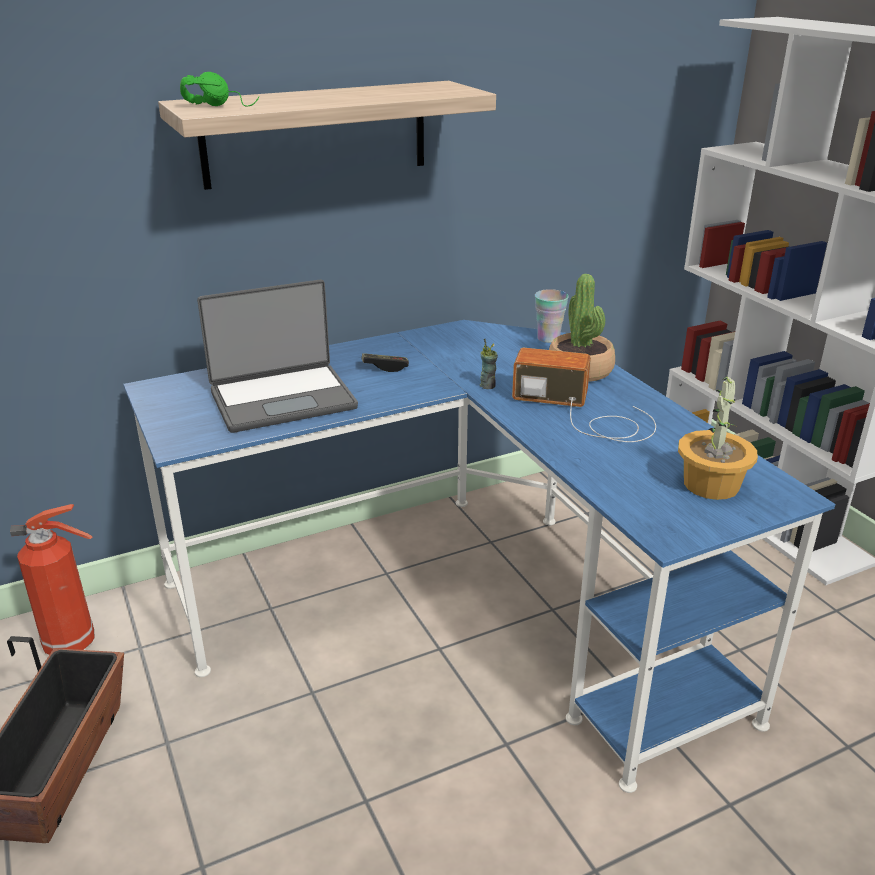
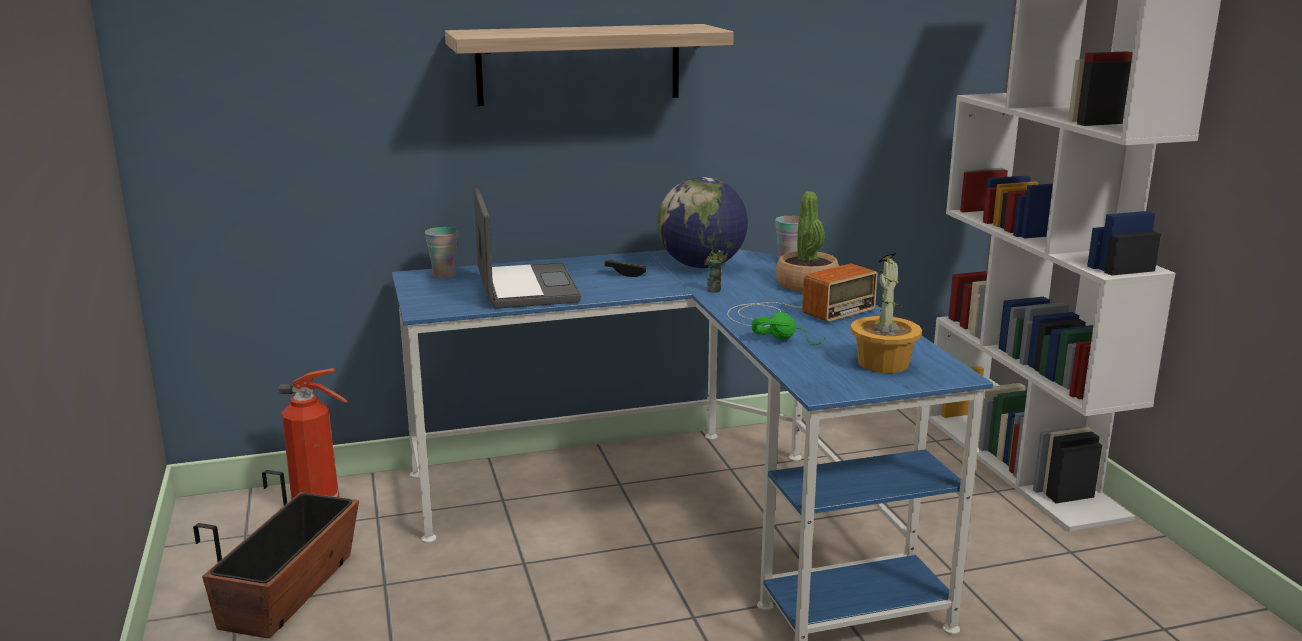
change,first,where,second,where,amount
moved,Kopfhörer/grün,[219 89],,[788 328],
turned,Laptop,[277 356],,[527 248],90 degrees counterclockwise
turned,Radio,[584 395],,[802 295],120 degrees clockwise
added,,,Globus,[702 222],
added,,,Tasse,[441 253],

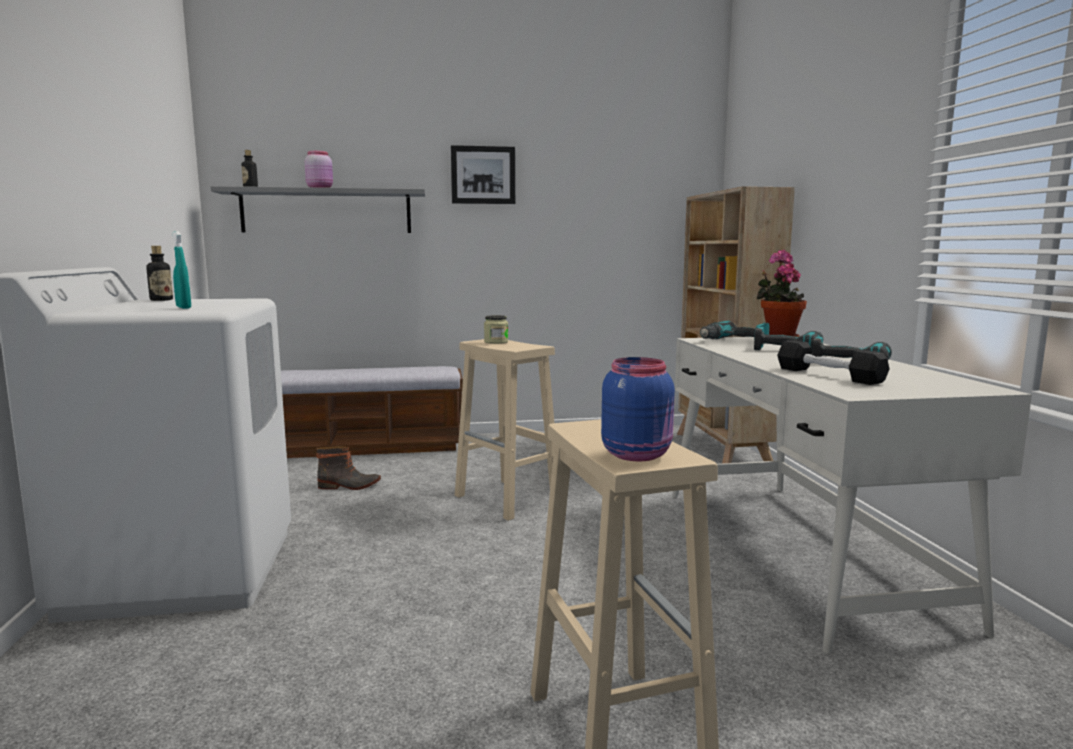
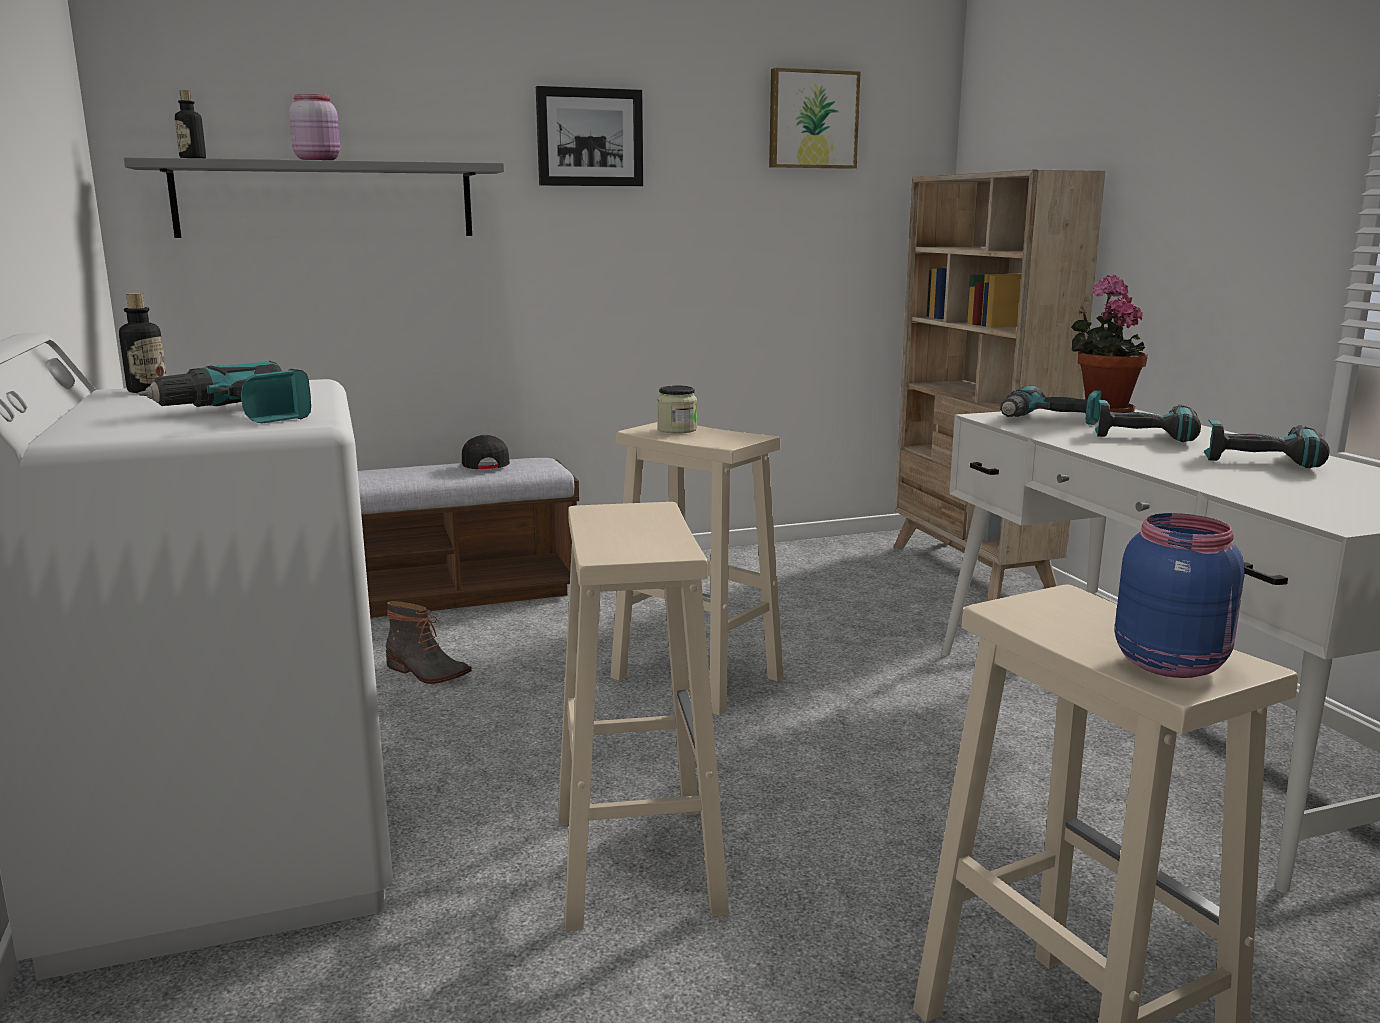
change,first,where,second,where,amount
replaced,Sprühflasche/türkis,[181 270],Bohrmaschine,[224 392],
removed,Hantel/schwarz,[833 362],,,
turned,Stiefel,[348 468],,[429 642],45 degrees clockwise
added,,,Bild,[815 118],
added,,,Kappe/schwarz,[486 452],
added,,,Hocker/beige,[643 716],

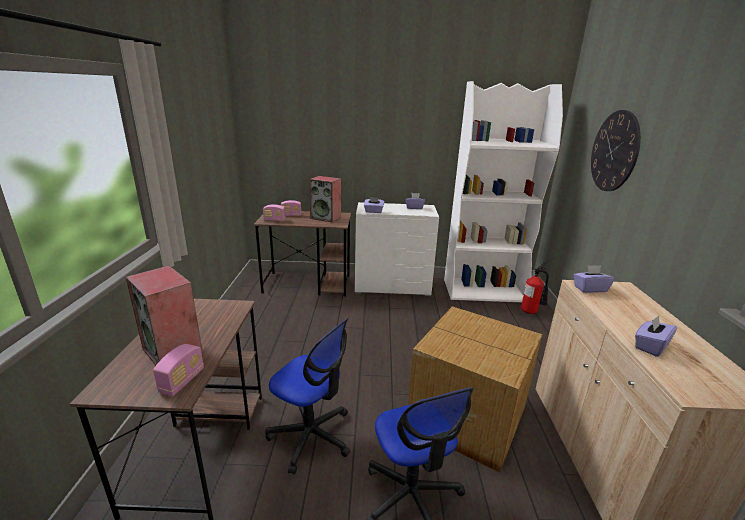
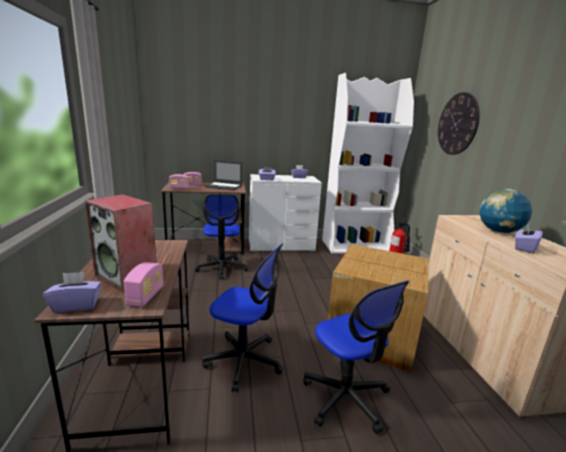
change,first,where,second,where,amount
replaced,Lautsprecher,[325 199],Laptop,[223 175],
moved,Taschentuchbox/lila,[594 279],,[72 292],
added,,,Globus,[505 211],
added,,,Bürostuhl,[221 236],

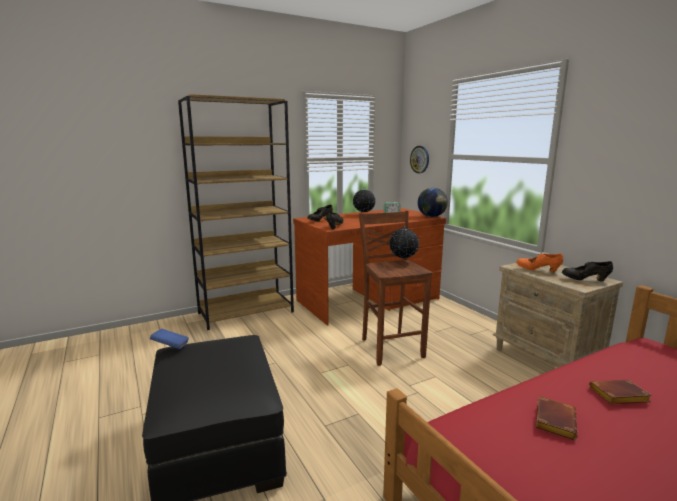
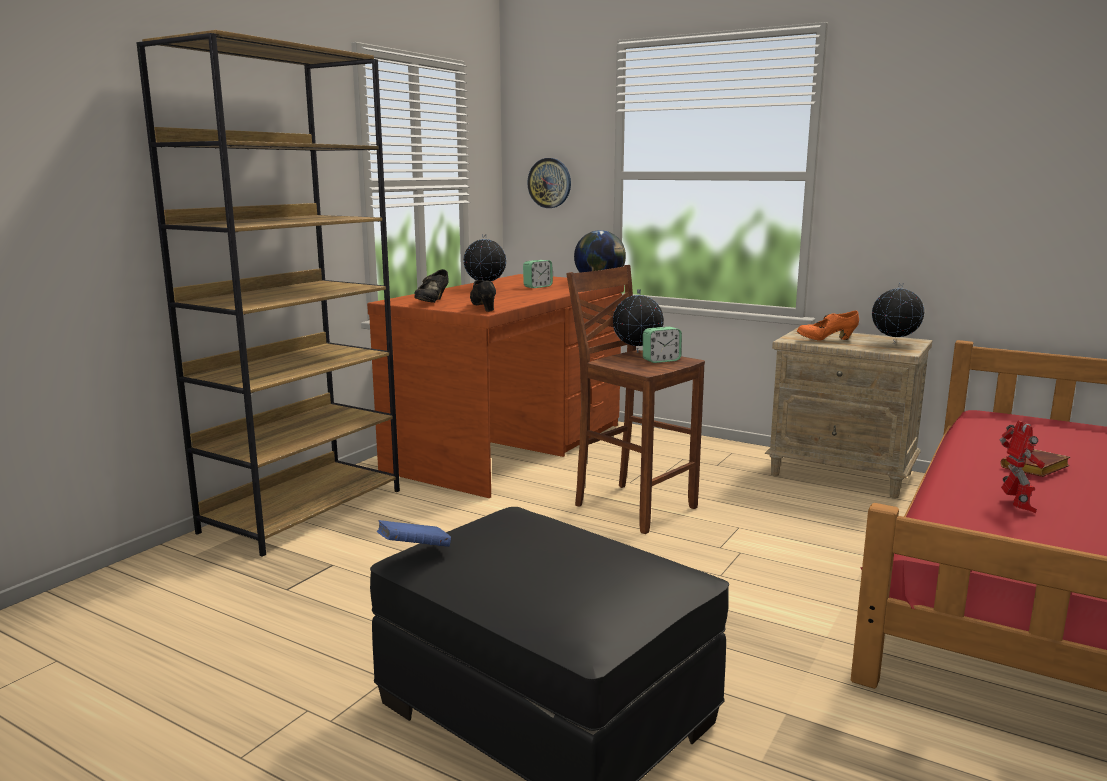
change,first,where,second,where,amount
replaced,Schuh/schwarz,[587 271],Globus,[898 313],
replaced,Buch/braun,[556 418],Spielzeugroboter,[1022 466],
added,,,Wecker,[662 345],

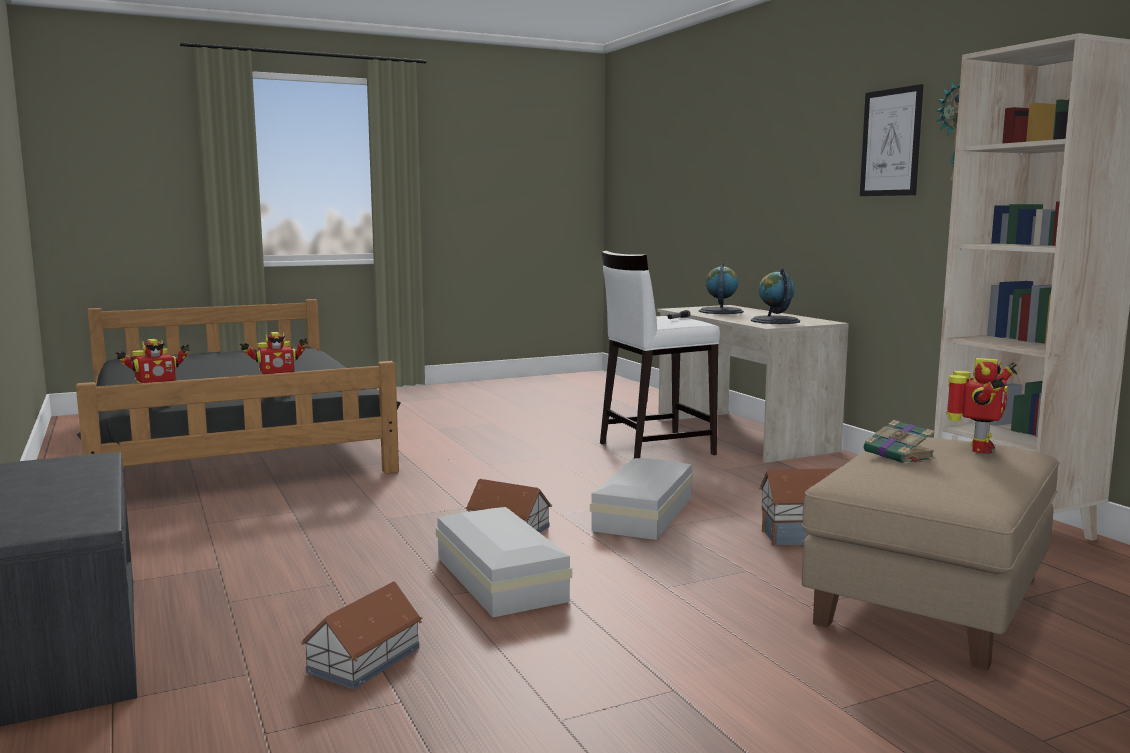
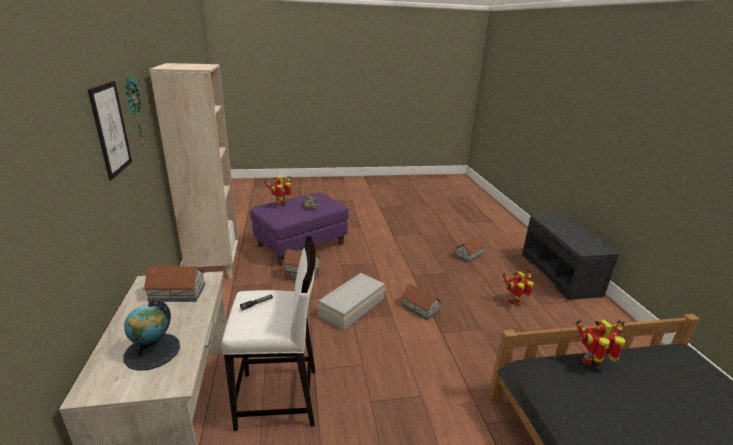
change,first,where,second,where,amount
replaced,Globus,[775 296],Spielzeughaus,[174 284],
moved,Spielzeugroboter,[153 373],,[518 287],
recoloured,Polsterhocker/beige,[930 554],Polsterhocker/lila,[299 229],
removed,Aufbewahrungsbox/weiß,[504 562],,,

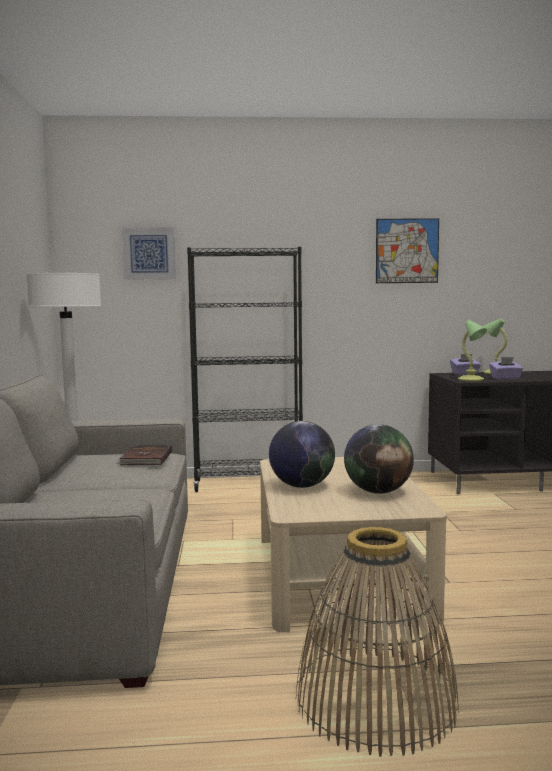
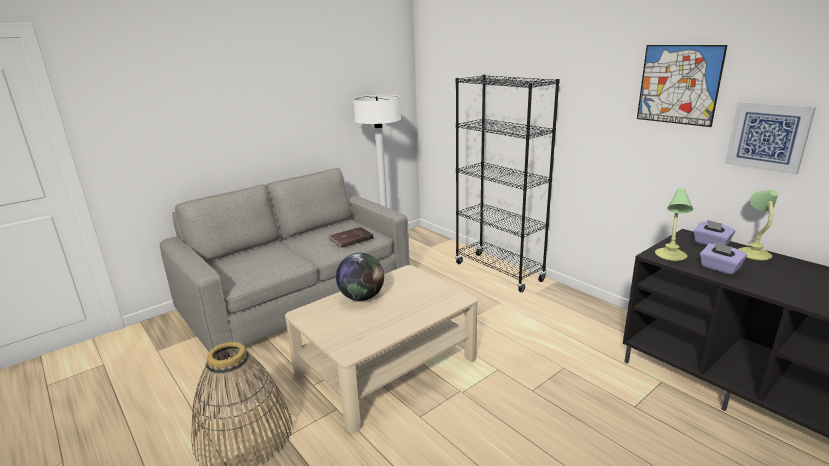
change,first,where,second,where,amount
moved,Bild,[148 254],,[770 138],
removed,Globus,[379 459],,,

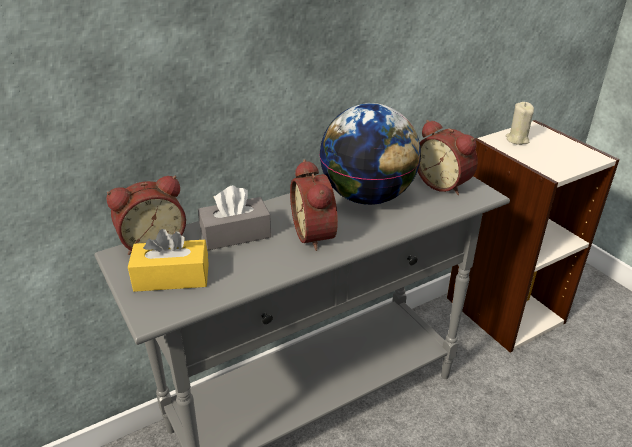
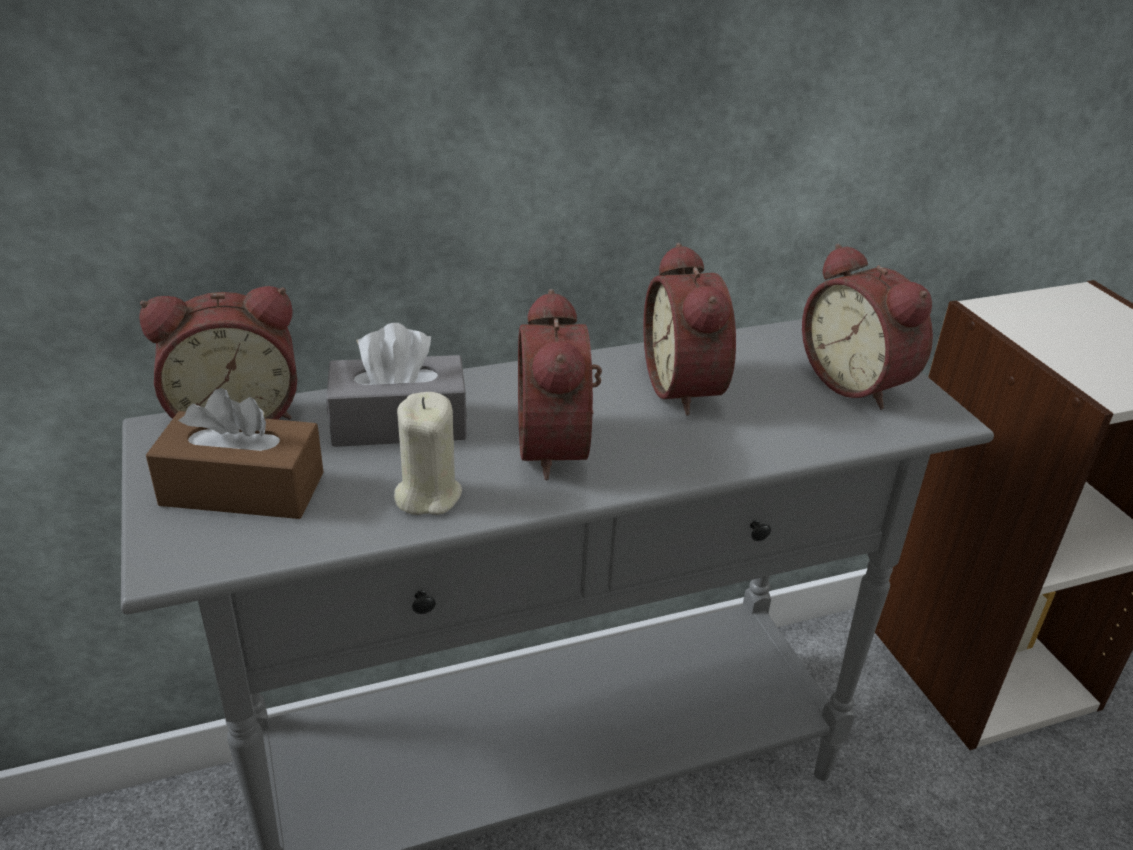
change,first,where,second,where,amount
moved,Kerze/beige,[519 123],,[428 453],
replaced,Globus,[370 154],Wecker,[689 329],
recoloured,Taschentuchbox/gelb,[168 260],Taschentuchbox/braun,[235 453],

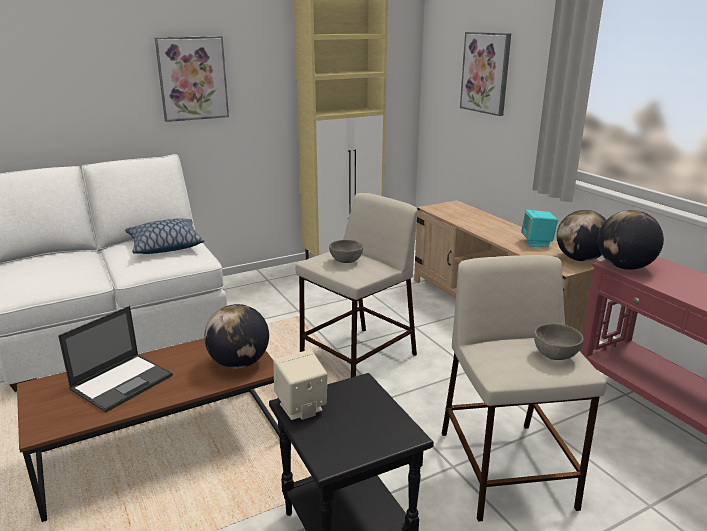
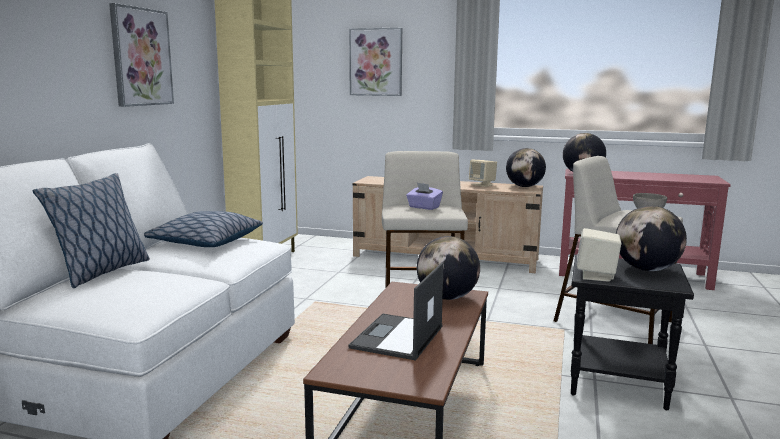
change,first,where,second,where,amount
recoloured,Lautsprecher/türkis,[539 228],Lautsprecher/beige,[483 173],
replaced,Schüssel/grau,[346 251],Taschentuchbox/lila,[424 196],
turned,Laptop,[115 359],,[396 311],150 degrees counterclockwise
added,,,Kissen,[91 230],
added,,,Globus,[651 238],

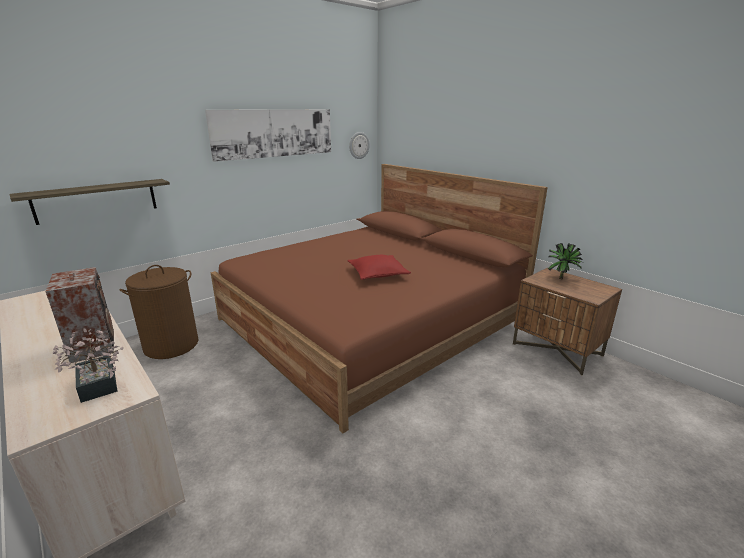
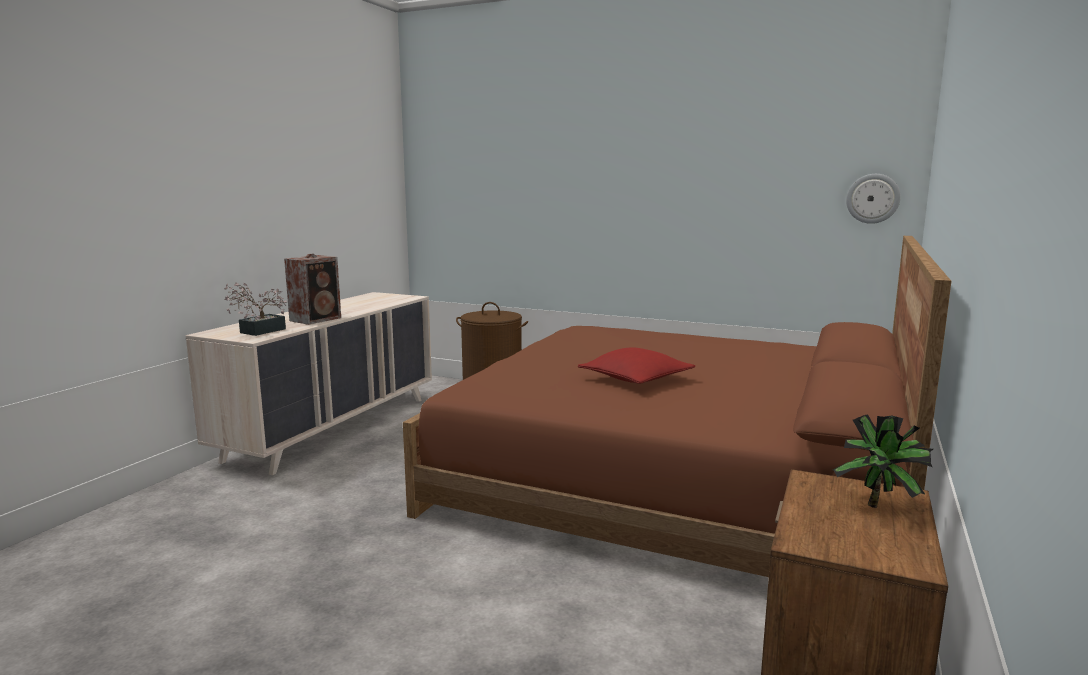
change,first,where,second,where,amount
removed,Bild,[268 135],,,
removed,Wandregal,[89 202],,,

